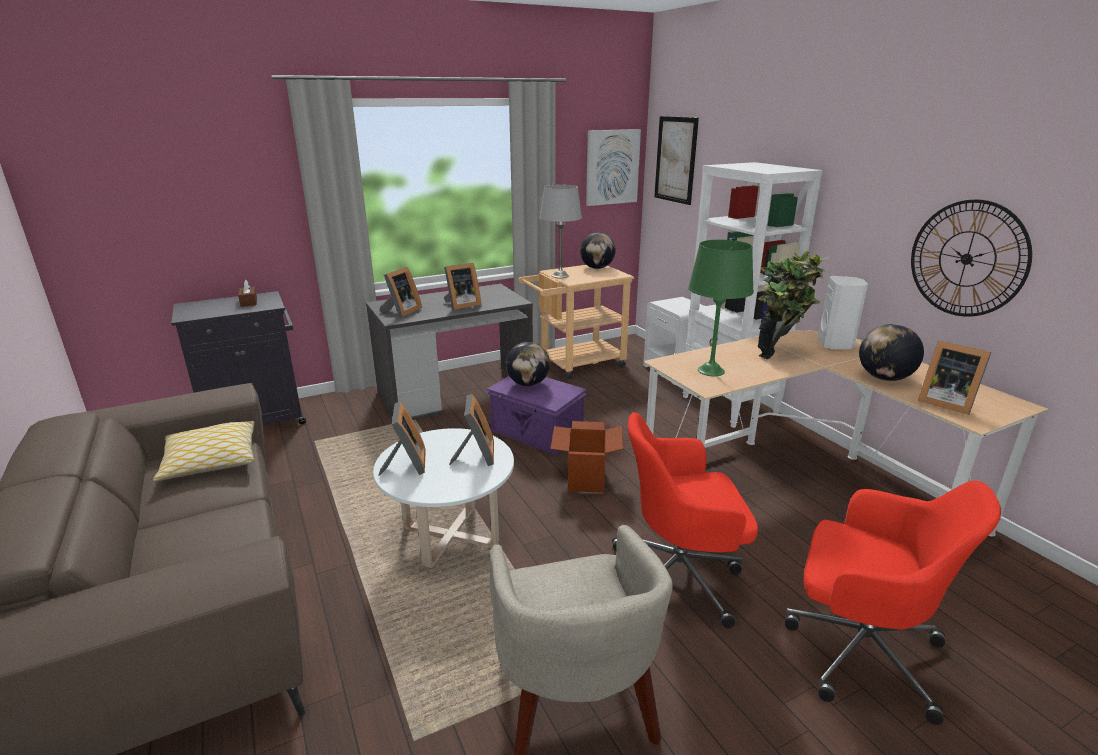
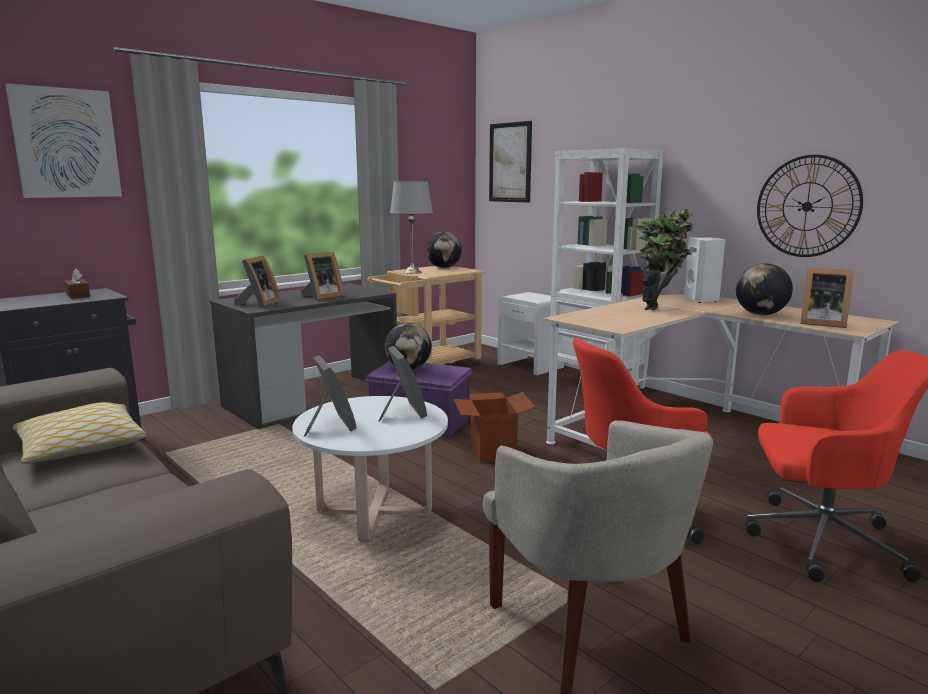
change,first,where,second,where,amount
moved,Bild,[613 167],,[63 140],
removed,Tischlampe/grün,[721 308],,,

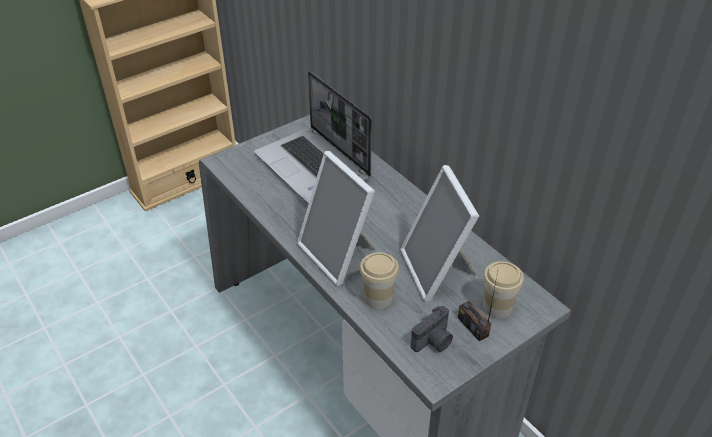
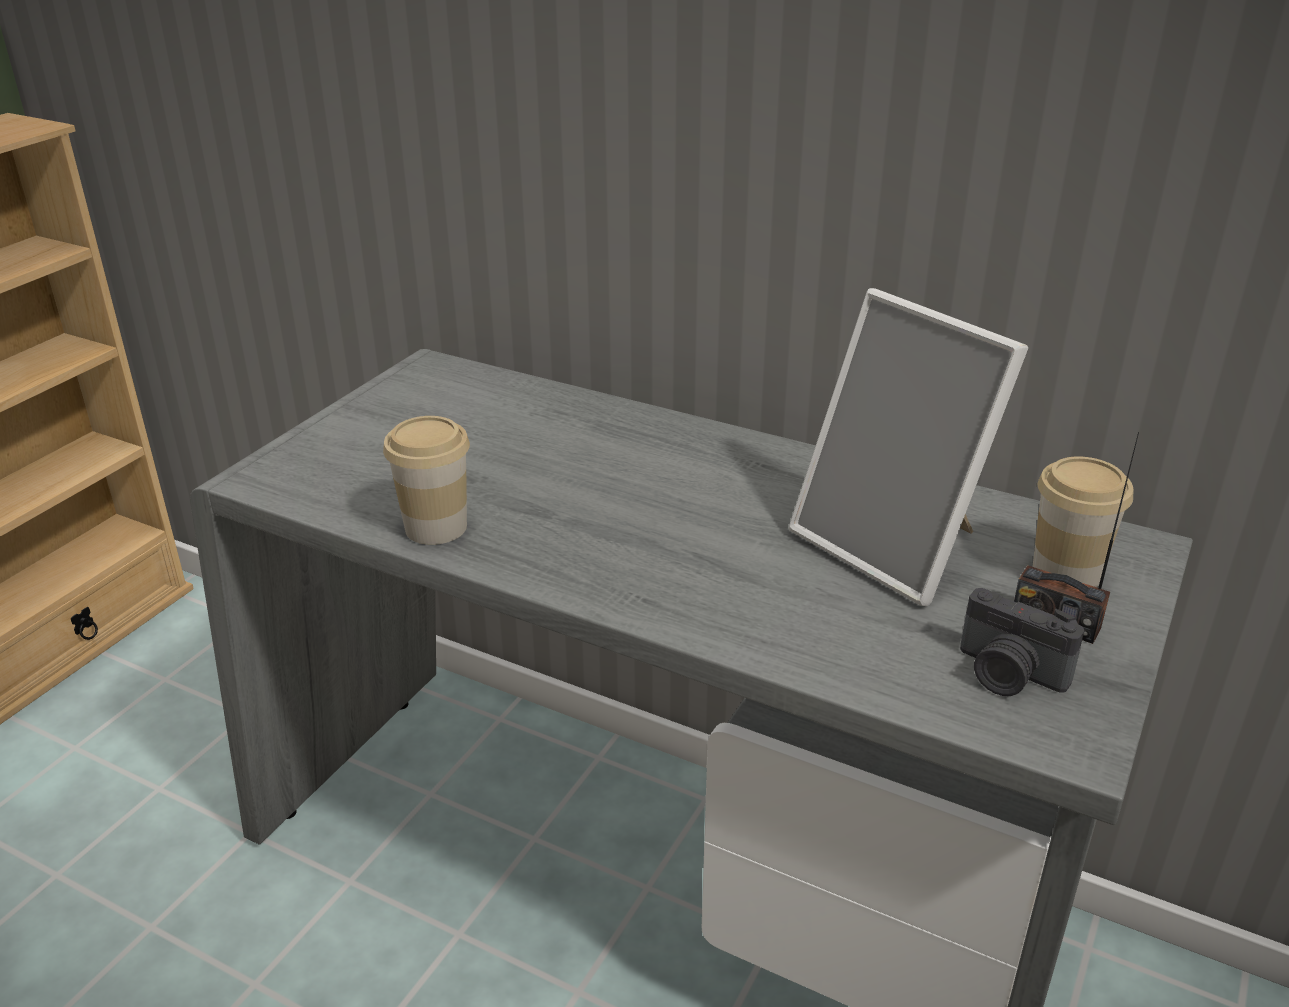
change,first,where,second,where,amount
removed,Laptop,[313 137],,,
removed,Bilderrahmen,[336 218],,,
moved,Tasse,[379 280],,[426 480],
turned,Kamera,[432 329],,[1022 642],105 degrees clockwise

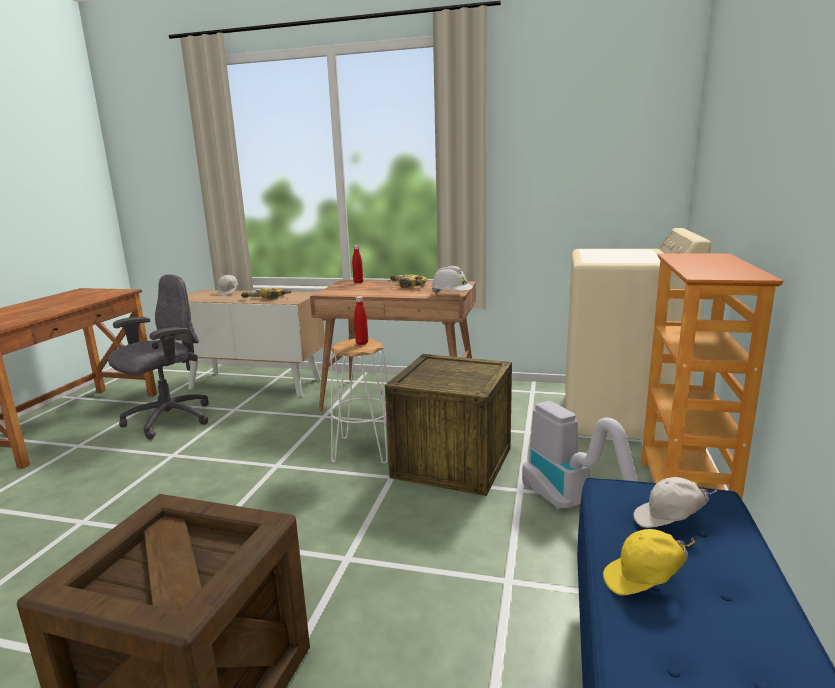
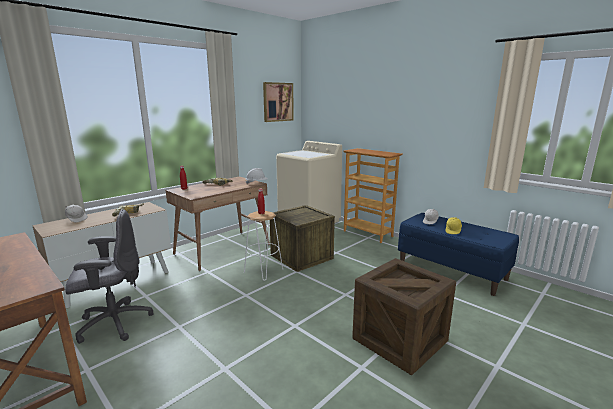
change,first,where,second,where,amount
turned,Bürostuhl/grau,[158 356],,[109 276],90 degrees clockwise
removed,Staubsauger,[580 455],,,
added,,,Bild,[278 102],

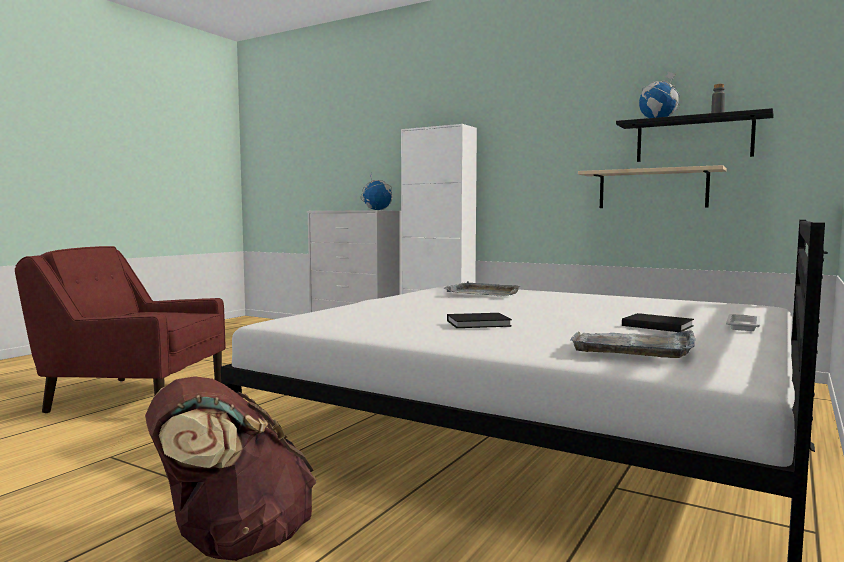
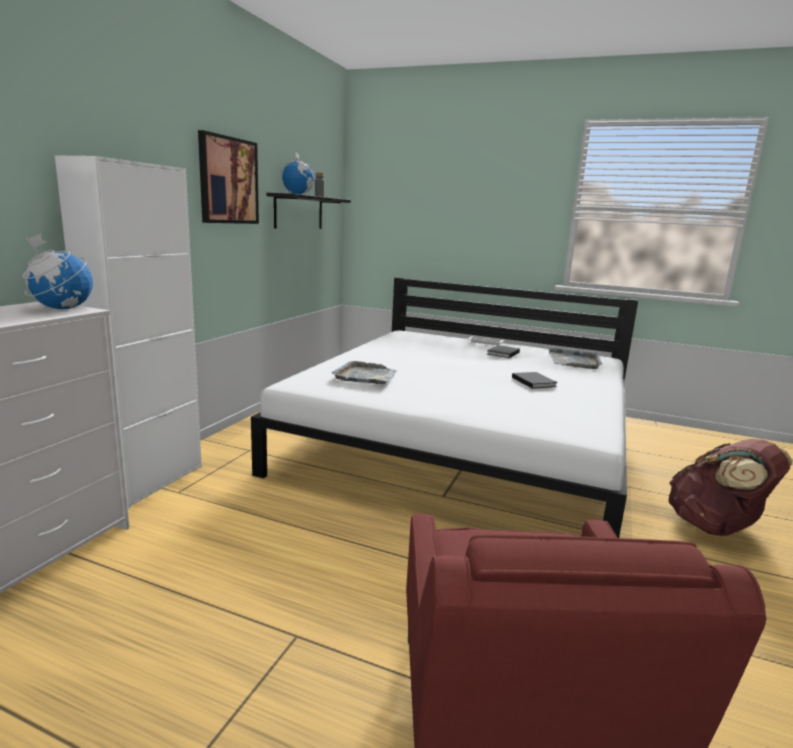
change,first,where,second,where,amount
removed,Wandregal/beige,[652 186],,,
added,,,Bild,[228 177],

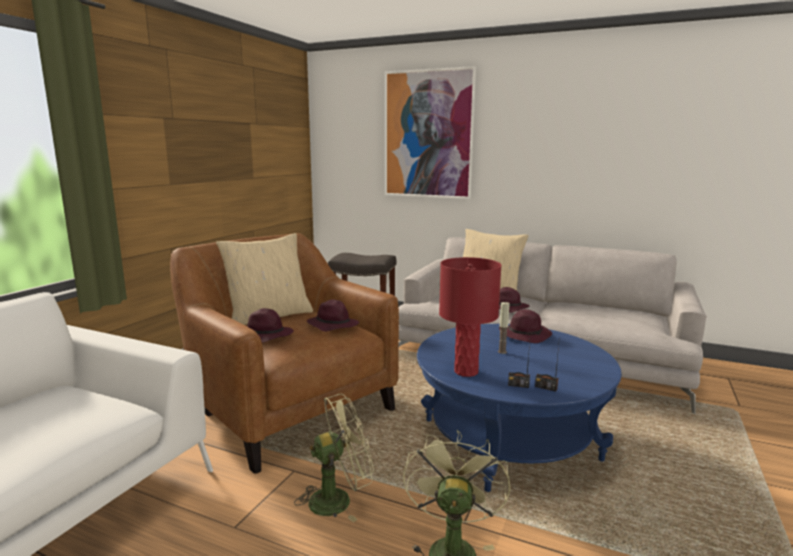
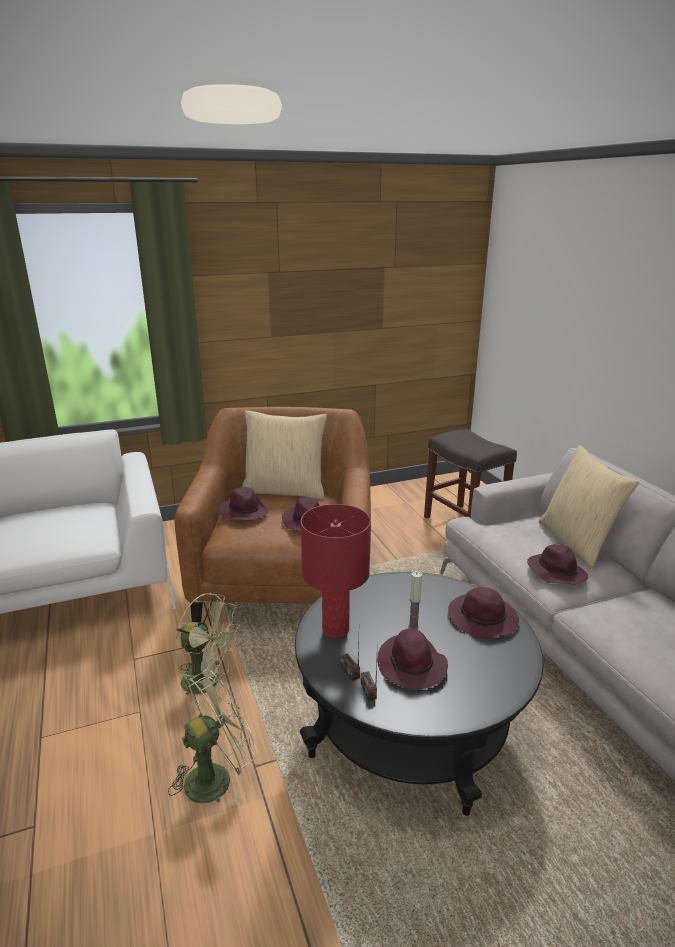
change,first,where,second,where,amount
removed,Bild,[430 132],,,
recoloured,Couchtisch/blau,[519 408],Couchtisch/schwarz,[419 694],
added,,,Hut/lila,[412 659],

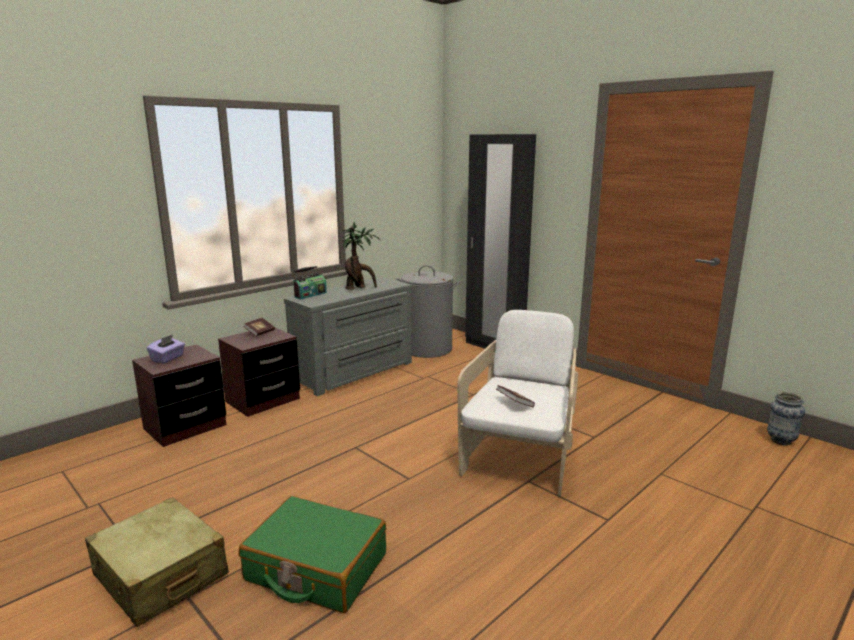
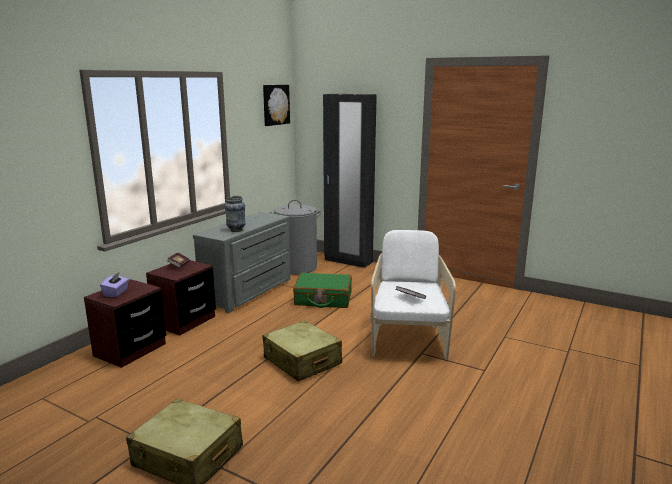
change,first,where,second,where,amount
removed,Topfpflanze,[361 256],,,
removed,Radio,[309 282],,,
moved,Vase,[786 418],,[235 214],
moved,Koffer/grün,[312 554],,[322 290],
added,,,Bild,[276 105],
added,,,Koffer/beige,[302 351],

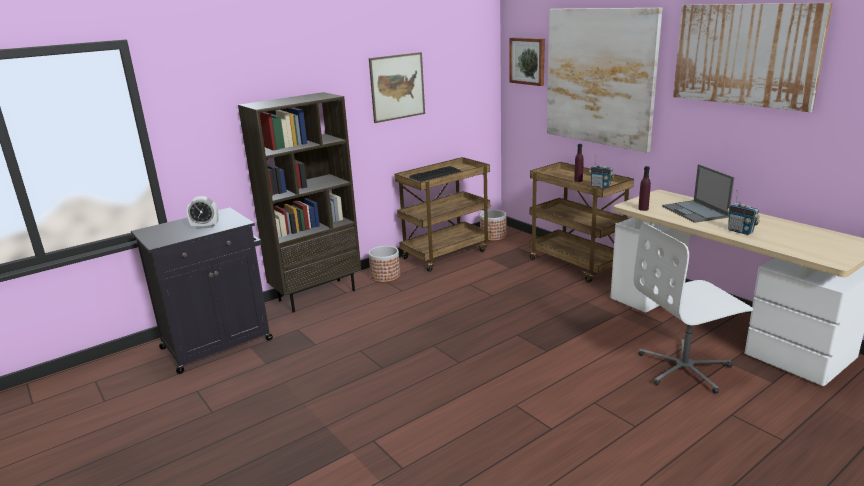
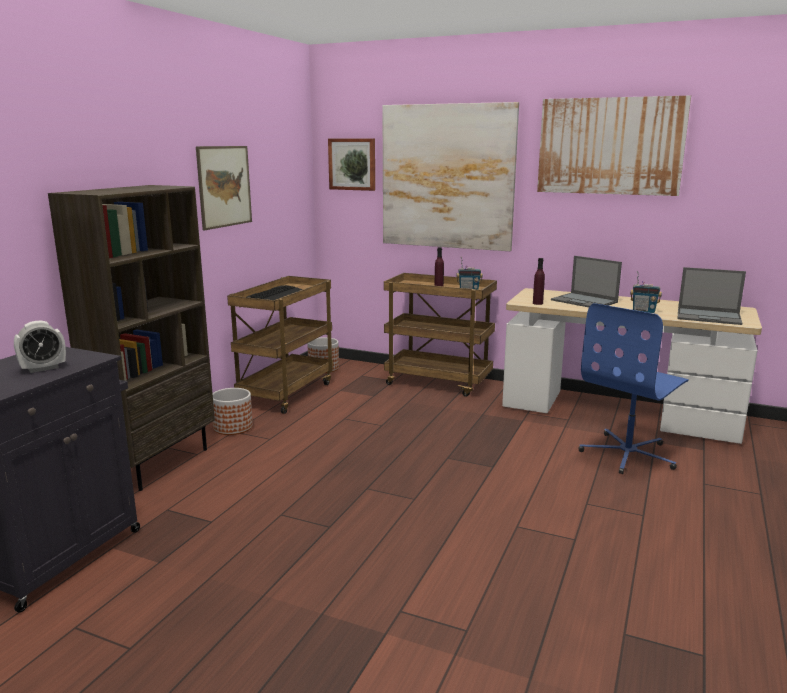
change,first,where,second,where,amount
recoloured,Bürostuhl/weiß,[693 308],Bürostuhl/blau,[633 388],
added,,,Laptop,[711 296],

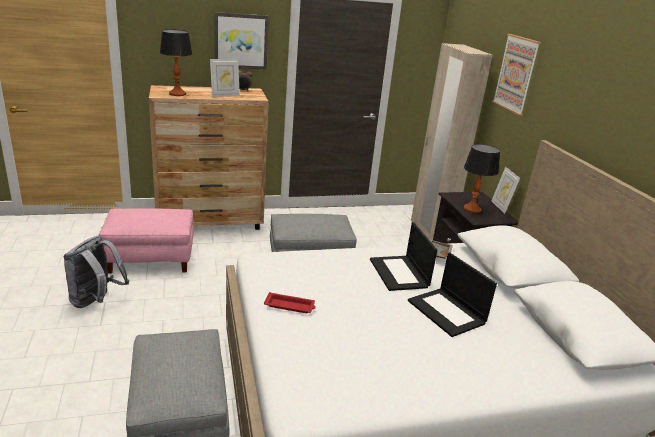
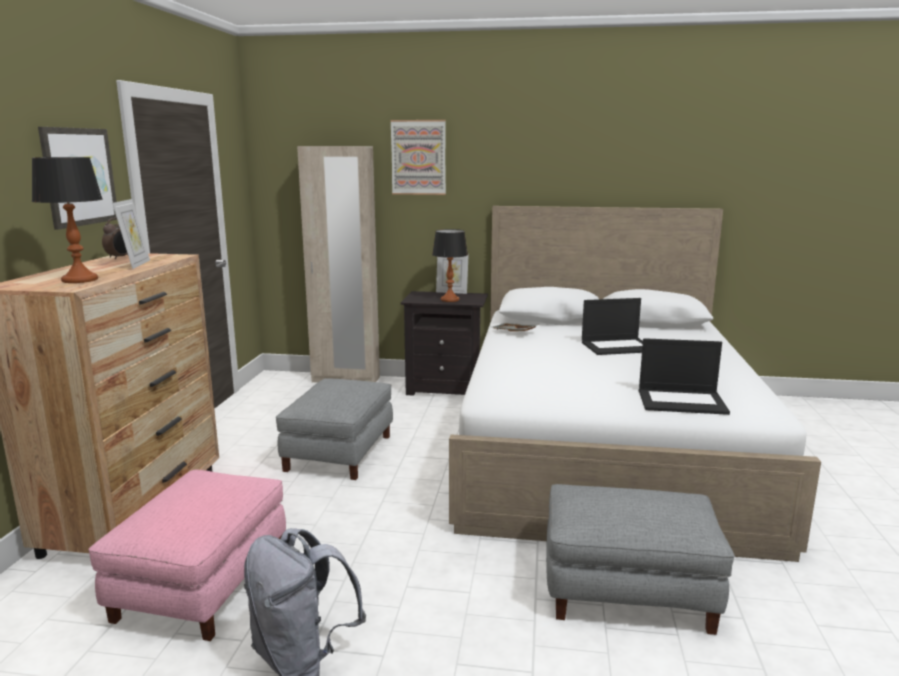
change,first,where,second,where,amount
moved,Laptop,[403 256],,[684 376],
removed,Tablett/rot,[290 302],,,

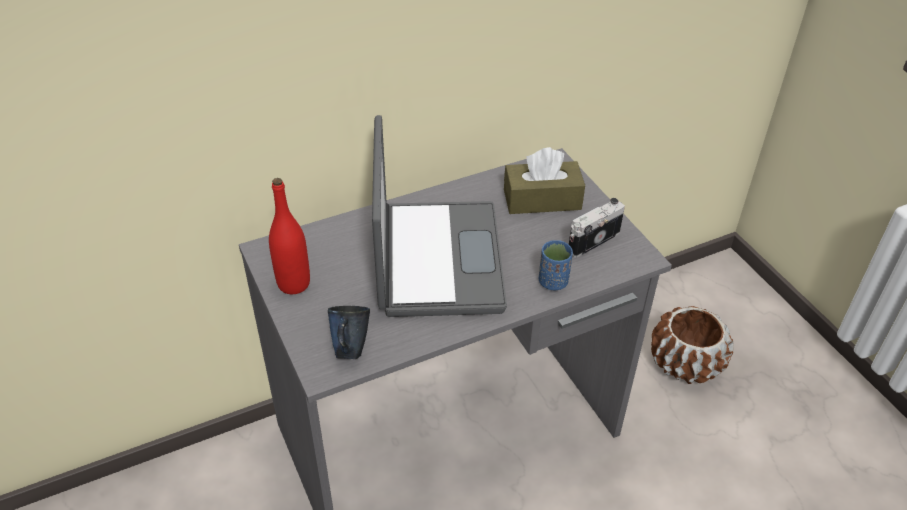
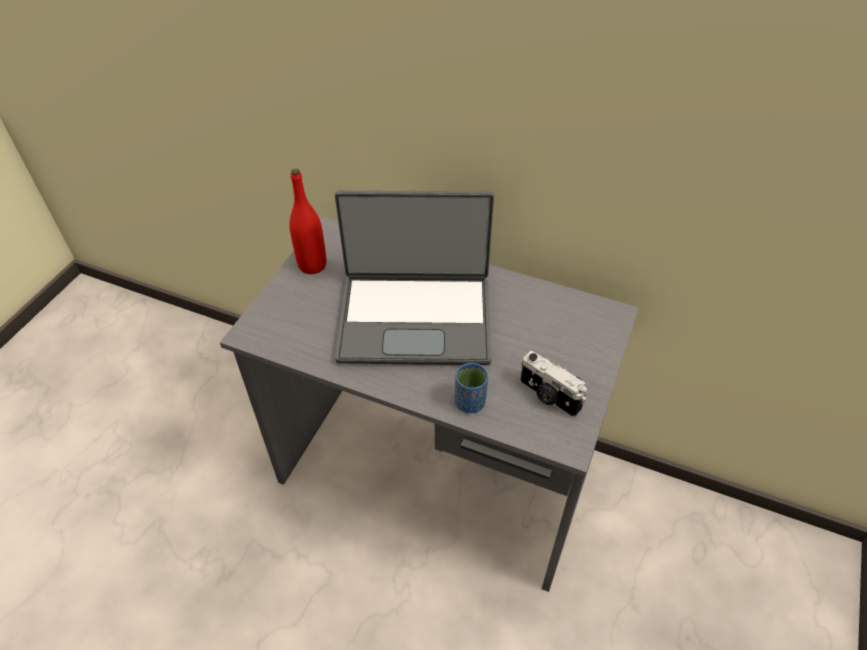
change,first,where,second,where,amount
turned,Laptop,[439 216],,[414 277],45 degrees clockwise
removed,Taschentuchbox/braun,[544 180],,,
turned,Kamera,[597 228],,[553 384],150 degrees counterclockwise
removed,Henkelbecher/blau,[349 332],,,
removed,Pflanzkübel/braun,[692 345],,,

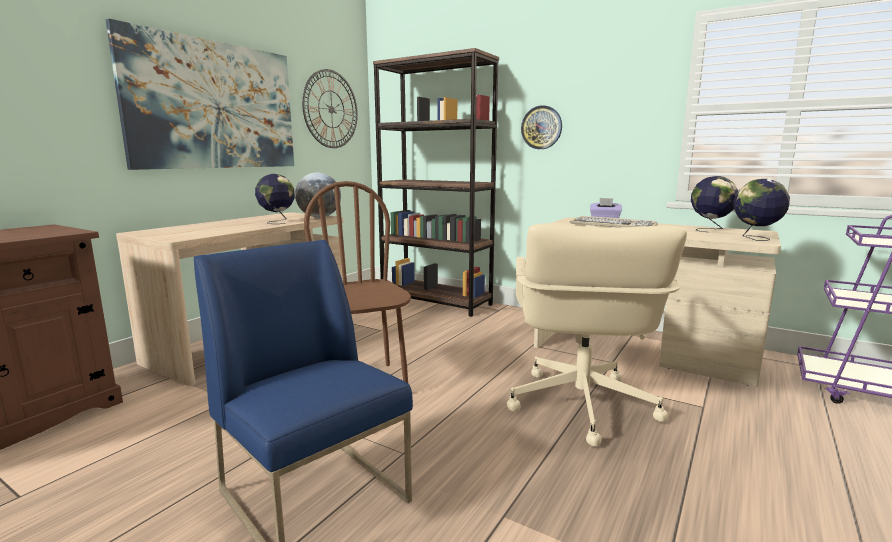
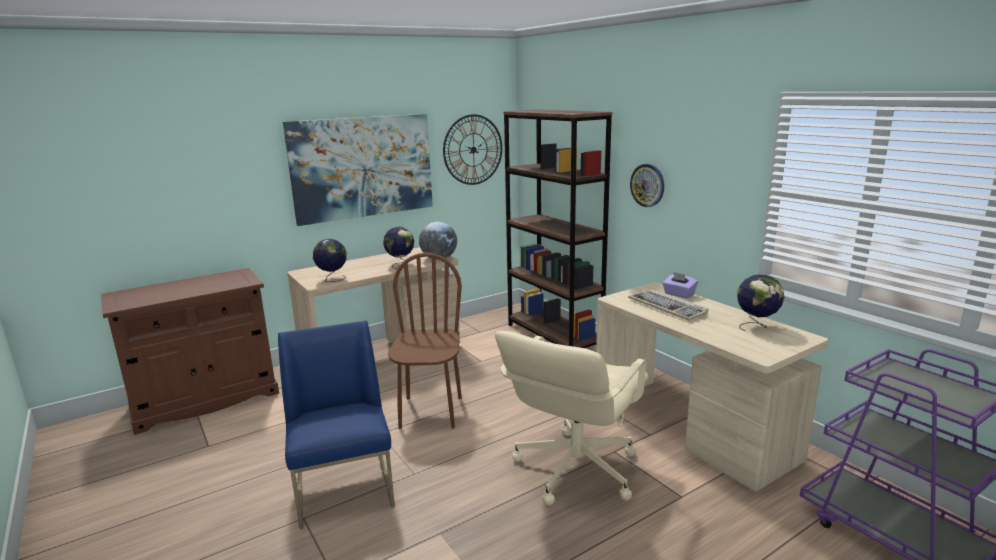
change,first,where,second,where,amount
moved,Globus,[762 210],,[330 260],

